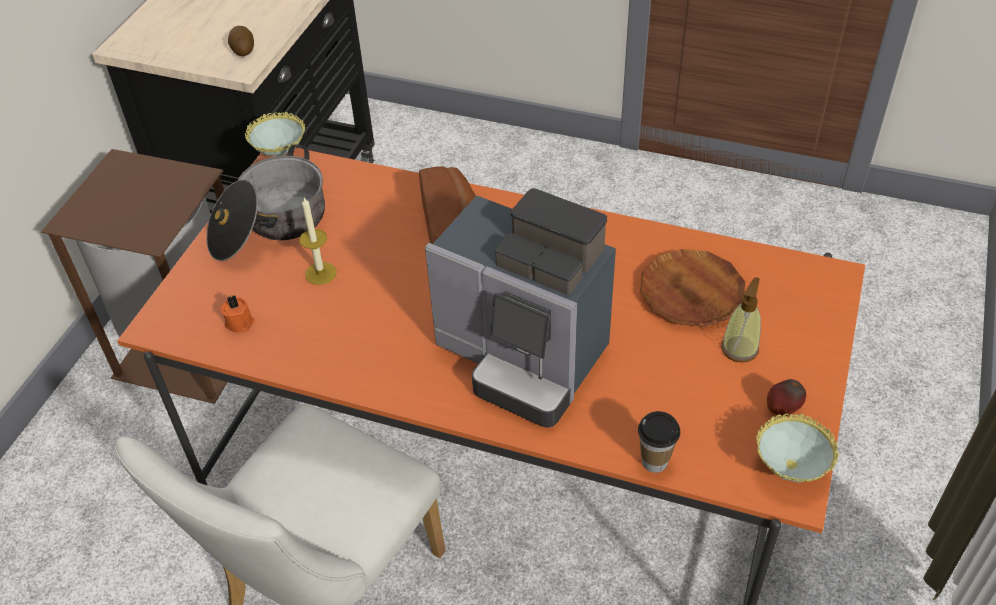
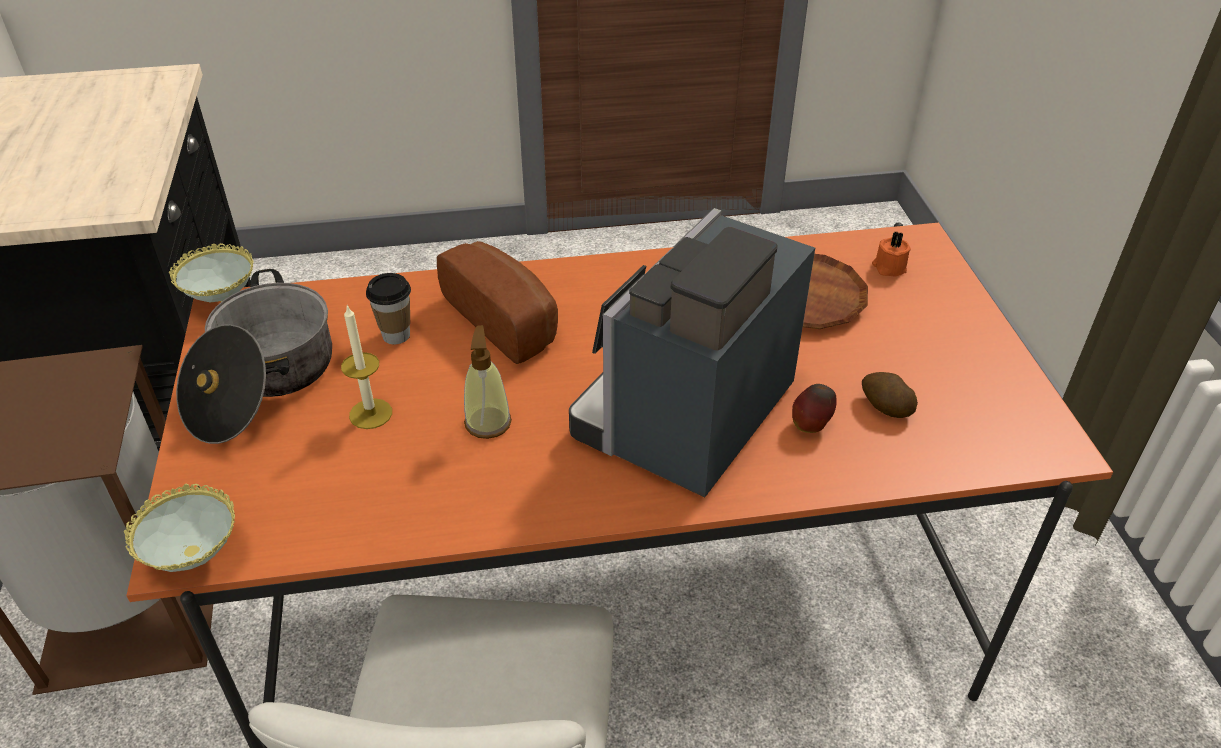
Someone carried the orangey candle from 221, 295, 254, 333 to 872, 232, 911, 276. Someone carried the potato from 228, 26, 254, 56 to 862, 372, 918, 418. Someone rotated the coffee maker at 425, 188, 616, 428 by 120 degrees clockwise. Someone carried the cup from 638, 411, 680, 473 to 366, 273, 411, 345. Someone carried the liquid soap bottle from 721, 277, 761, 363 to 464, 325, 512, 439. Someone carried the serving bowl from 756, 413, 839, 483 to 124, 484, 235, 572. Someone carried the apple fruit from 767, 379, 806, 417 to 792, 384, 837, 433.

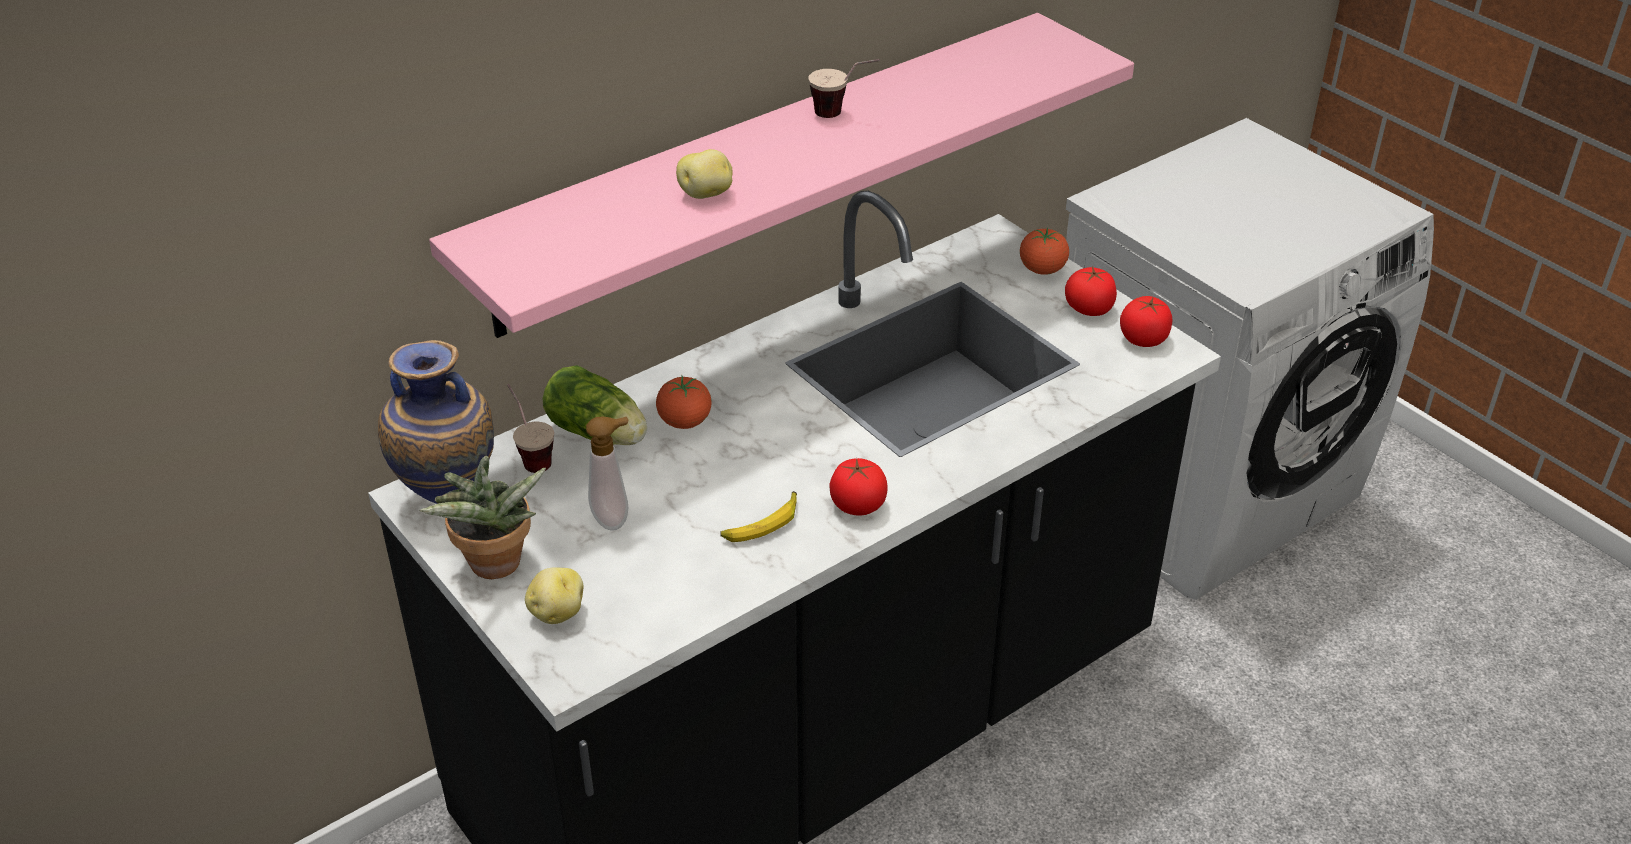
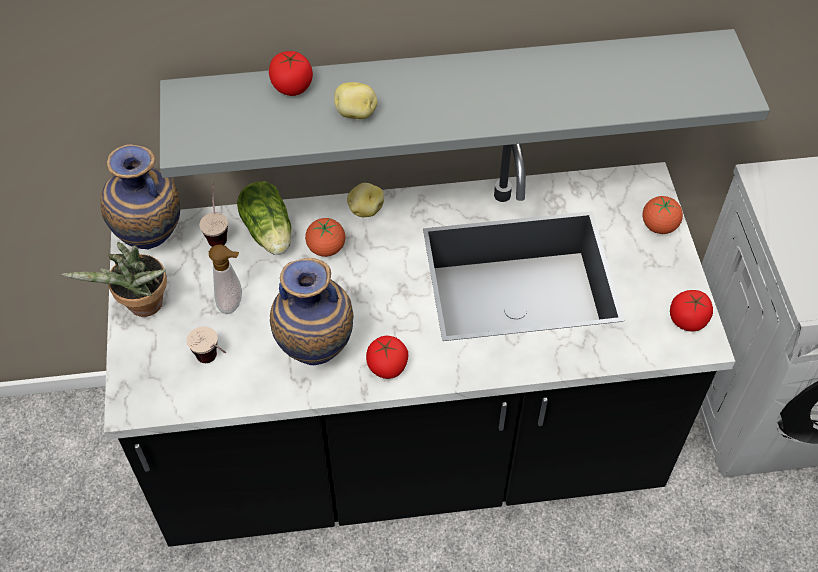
Someone repainted the pink-coloured wall shelf at 429, 13, 1134, 338, which became the greyish wall shelf at 160, 29, 770, 178. Someone carried the potato from 525, 567, 583, 624 to 347, 183, 384, 217. Someone swapped the banana fruit at 720, 491, 797, 542 for the vase at 270, 258, 353, 365. Someone carried the cup from 808, 59, 880, 118 to 187, 326, 226, 363. Someone carried the whole tomato from 1065, 266, 1117, 316 to 269, 51, 313, 96.

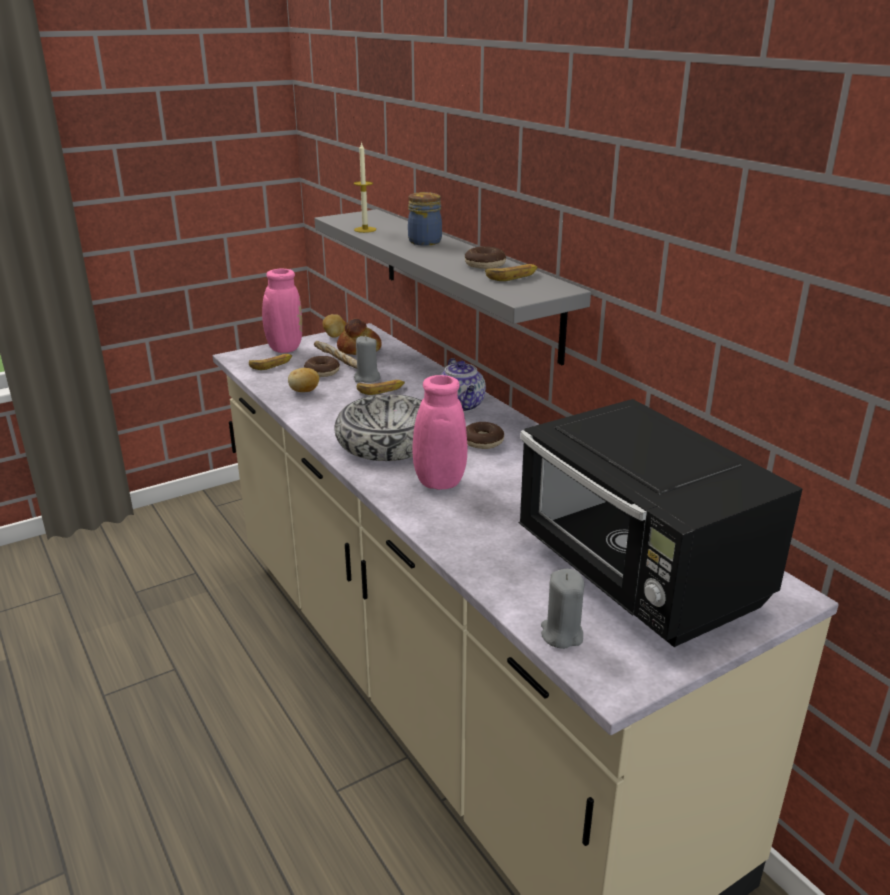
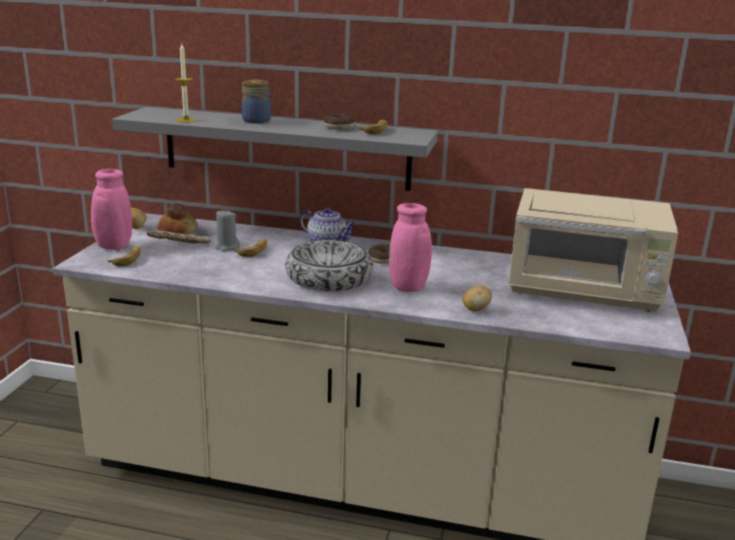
Someone carried the potato from 288, 368, 319, 392 to 462, 285, 492, 311. Someone took away the ring doughnut at 304, 356, 340, 377. Someone repainted the black-coloured microwave oven at 519, 399, 802, 647, which became the sand-coloured microwave oven at 509, 188, 678, 312. Someone took away the greyish candle at 541, 569, 585, 649.

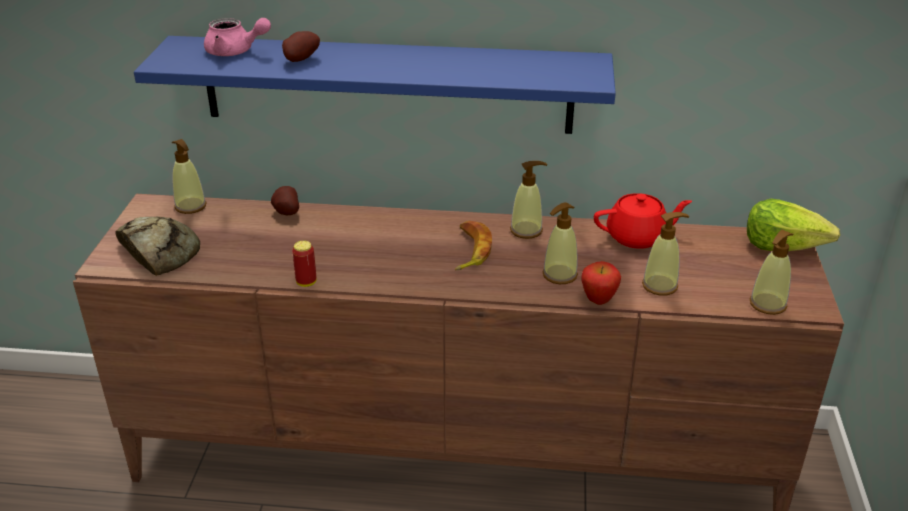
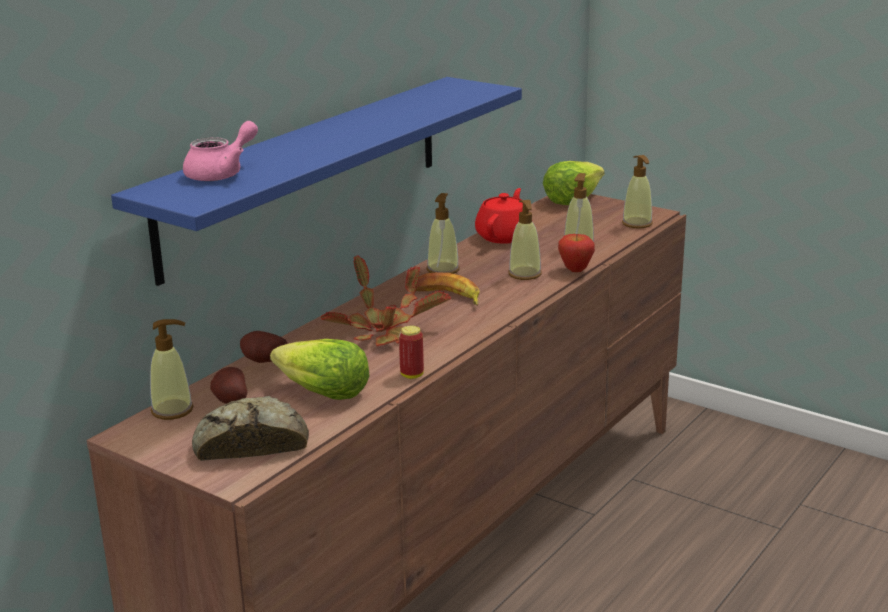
Someone carried the potato from 282, 31, 320, 62 to 210, 367, 247, 404. Someone put down the lettuce at 270, 339, 369, 400. Someone put down the plant in a pot at 321, 256, 451, 346.

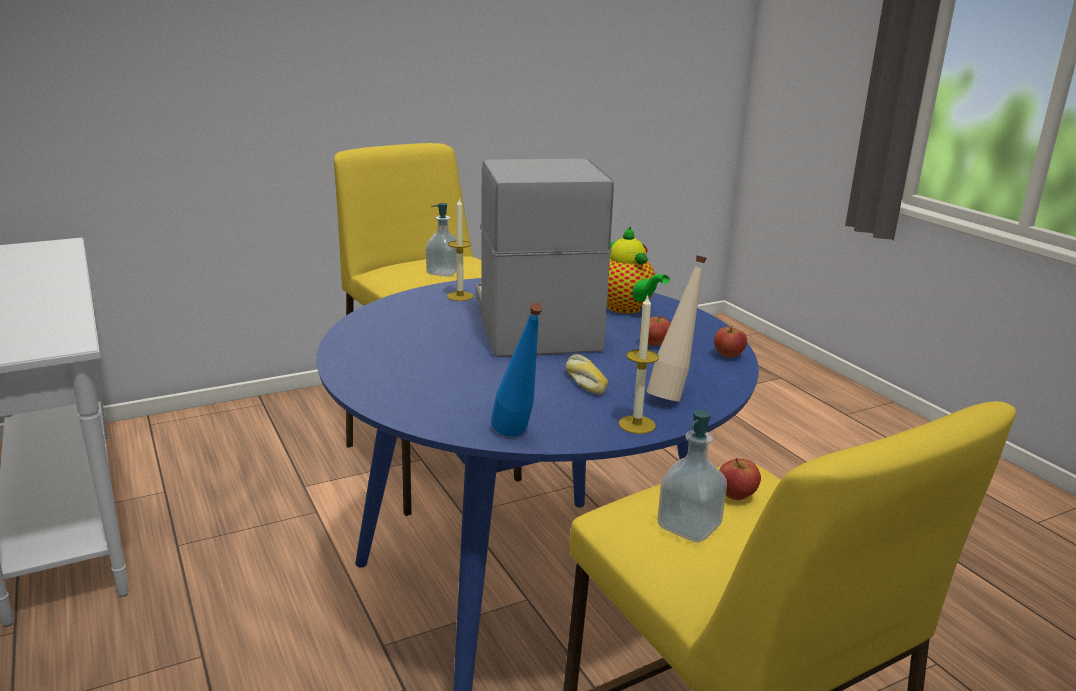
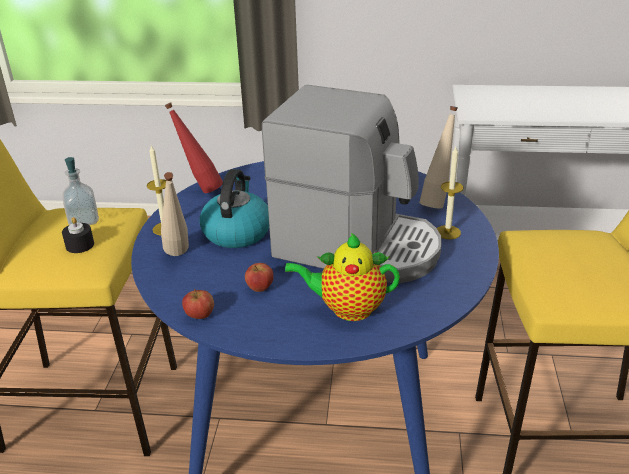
Someone took away the liquid soap bottle at 426, 203, 457, 277. Someone repainted the blue drink bottle at 491, 303, 543, 437, which became the reddish drink bottle at 165, 103, 223, 193. Someone swapped the baked bread at 566, 354, 608, 395 for the kettle at 199, 169, 269, 248. Someone swapped the apple fruit at 719, 458, 761, 500 for the black-coloured candle at 62, 217, 94, 253. Someone put down the sand-coloured drink bottle at 419, 106, 458, 209.

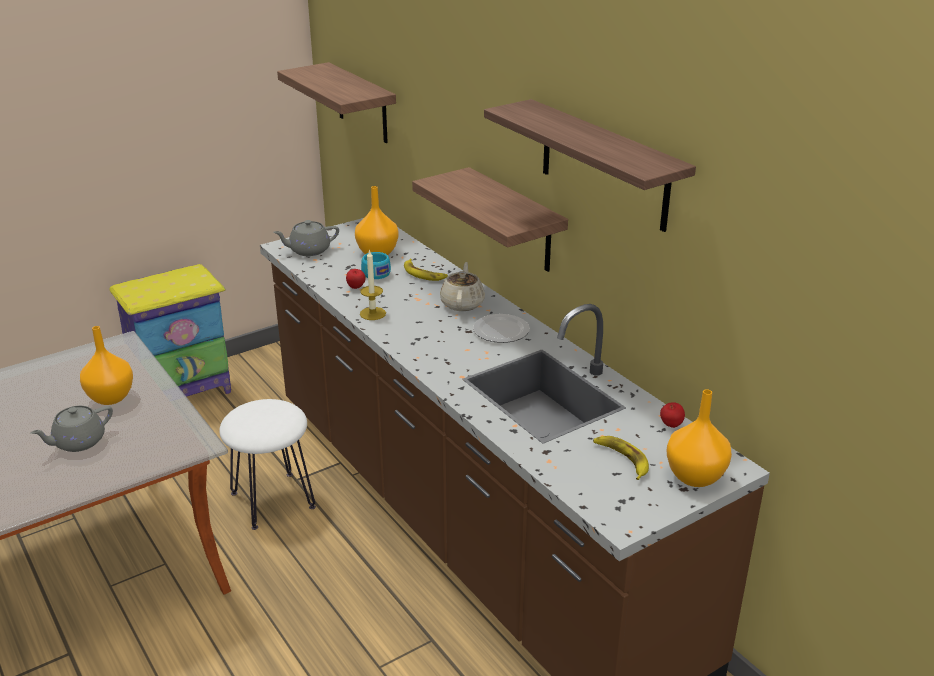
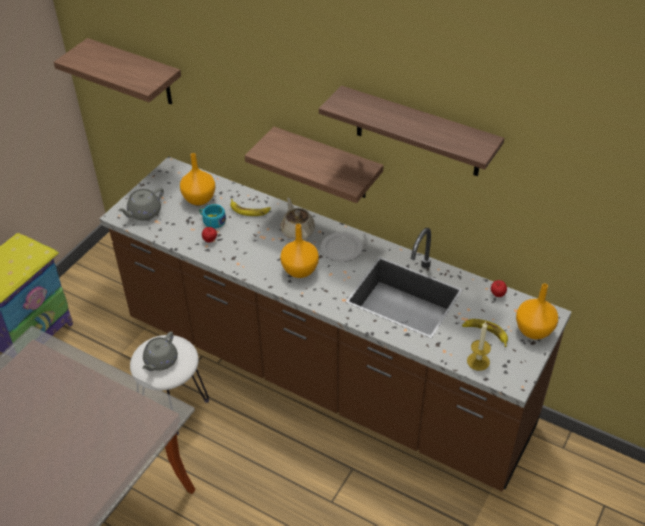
Someone carried the greyish pot for tea from 30, 406, 113, 452 to 142, 331, 178, 371. Someone carried the orangey vase from 80, 326, 133, 405 to 280, 224, 319, 278. Someone carried the candle from 360, 249, 386, 320 to 467, 322, 491, 371.

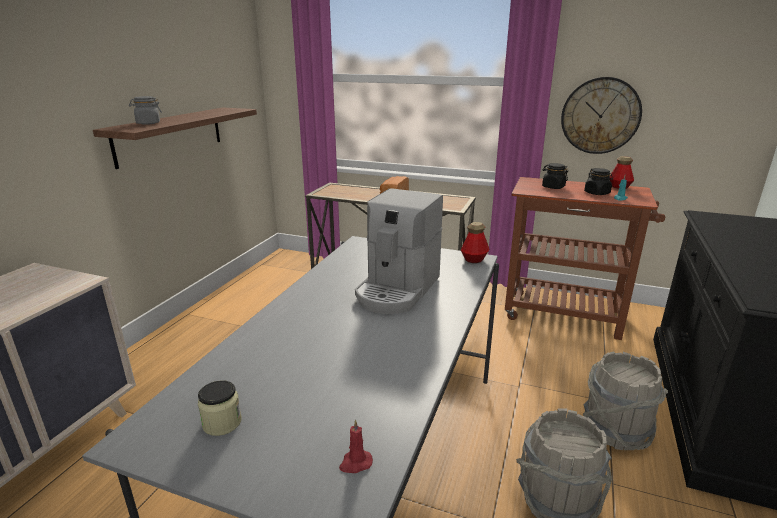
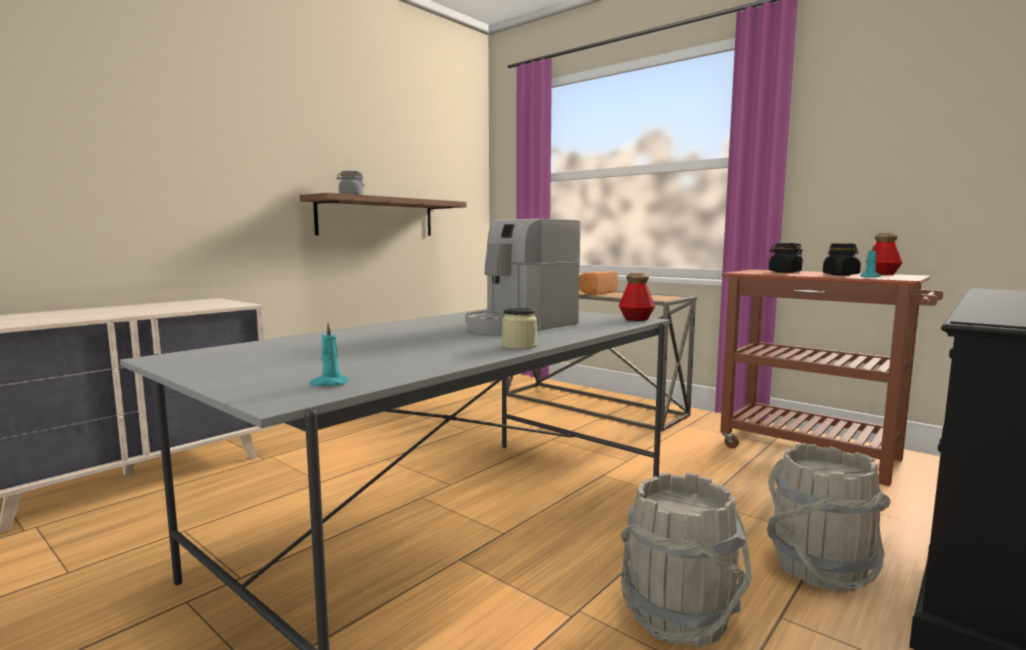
Someone carried the storage jar from 198, 380, 242, 436 to 502, 308, 537, 349. Someone repainted the reddish candle at 339, 420, 373, 473, which became the turquoise-coloured candle at 310, 323, 349, 386. Someone took away the clock on the wall at 561, 77, 642, 154.

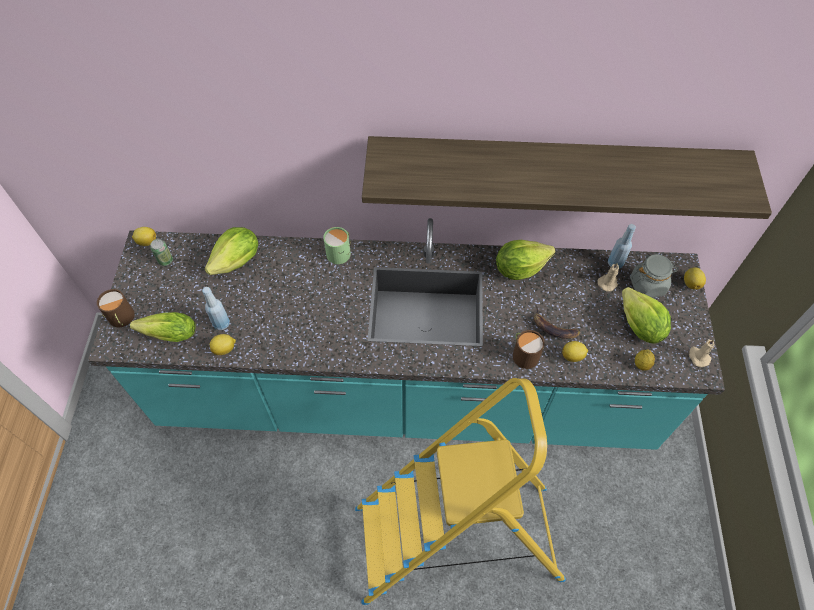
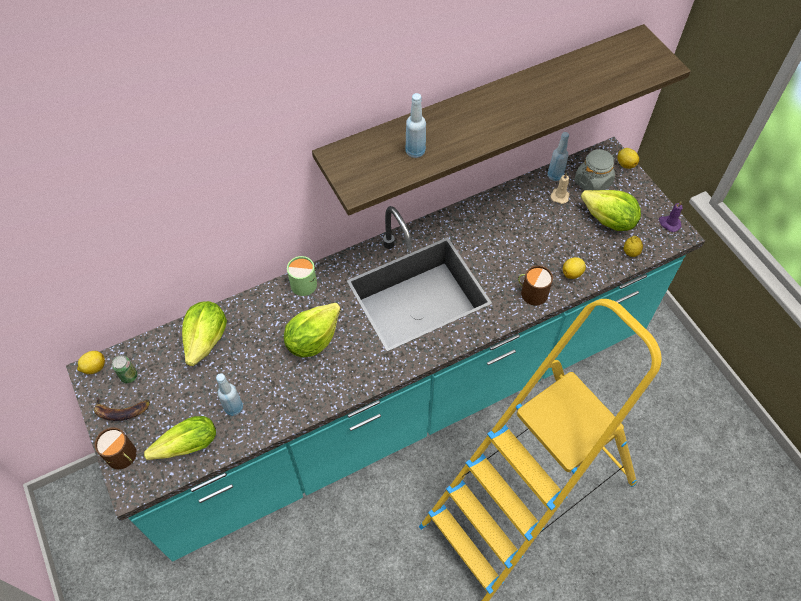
Someone took away the whole lemon at 209, 334, 236, 355. Someone carried the lettuce from 496, 240, 555, 280 to 284, 303, 341, 357. Someone carried the banana fruit from 534, 307, 580, 339 to 94, 396, 150, 421. Someone repainted the sand-coloured candle at 689, 339, 715, 367, which became the purple candle at 659, 201, 683, 232. Someone put down the blue drink bottle at 406, 93, 426, 158.

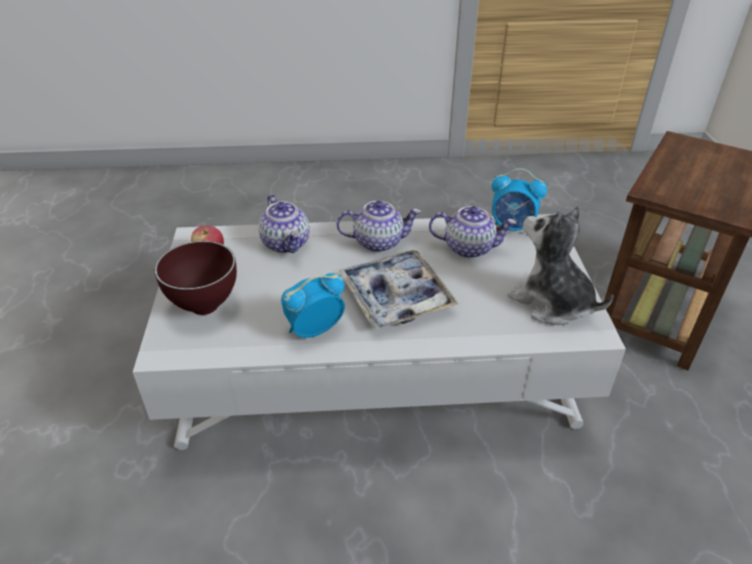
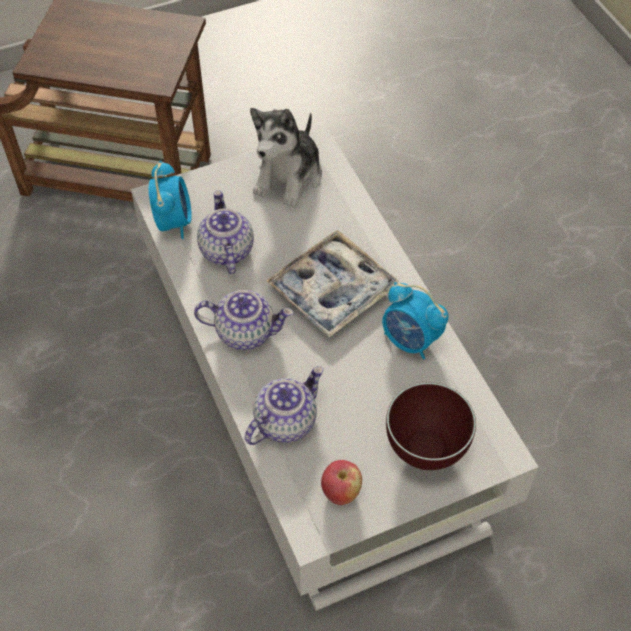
Someone rotated the pot for tea at 336, 201, 421, 252 by 120 degrees clockwise.

